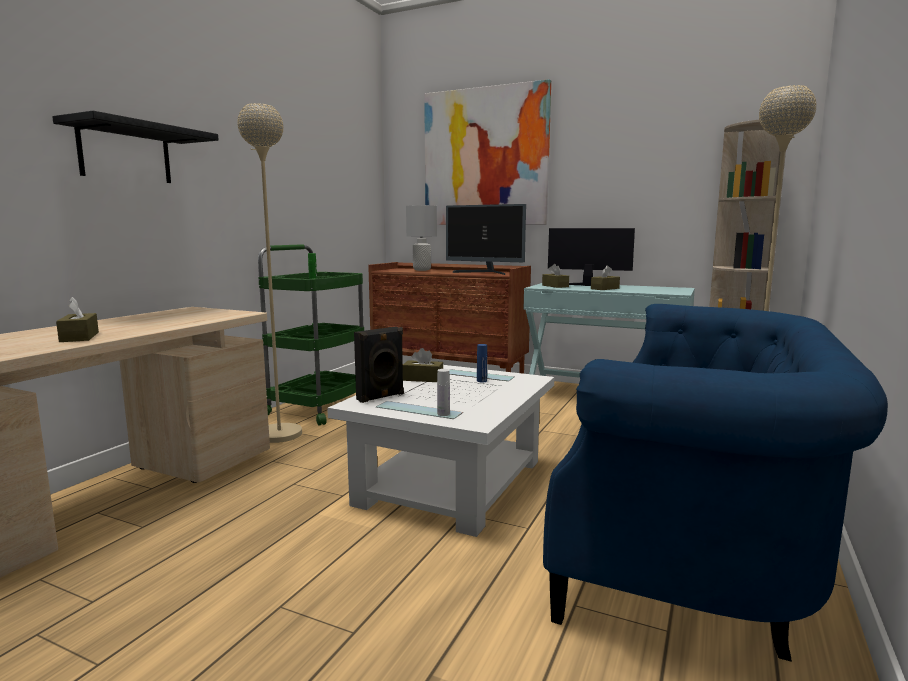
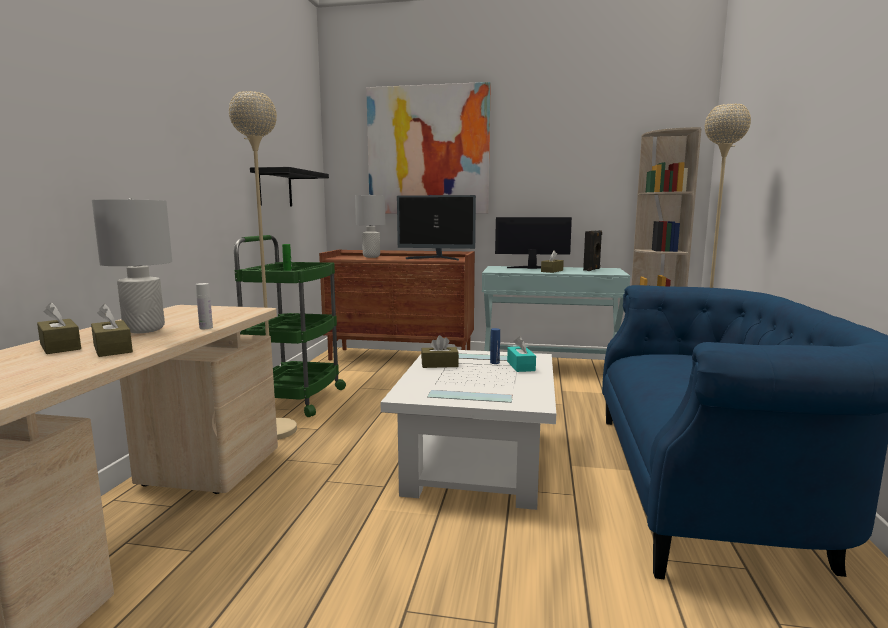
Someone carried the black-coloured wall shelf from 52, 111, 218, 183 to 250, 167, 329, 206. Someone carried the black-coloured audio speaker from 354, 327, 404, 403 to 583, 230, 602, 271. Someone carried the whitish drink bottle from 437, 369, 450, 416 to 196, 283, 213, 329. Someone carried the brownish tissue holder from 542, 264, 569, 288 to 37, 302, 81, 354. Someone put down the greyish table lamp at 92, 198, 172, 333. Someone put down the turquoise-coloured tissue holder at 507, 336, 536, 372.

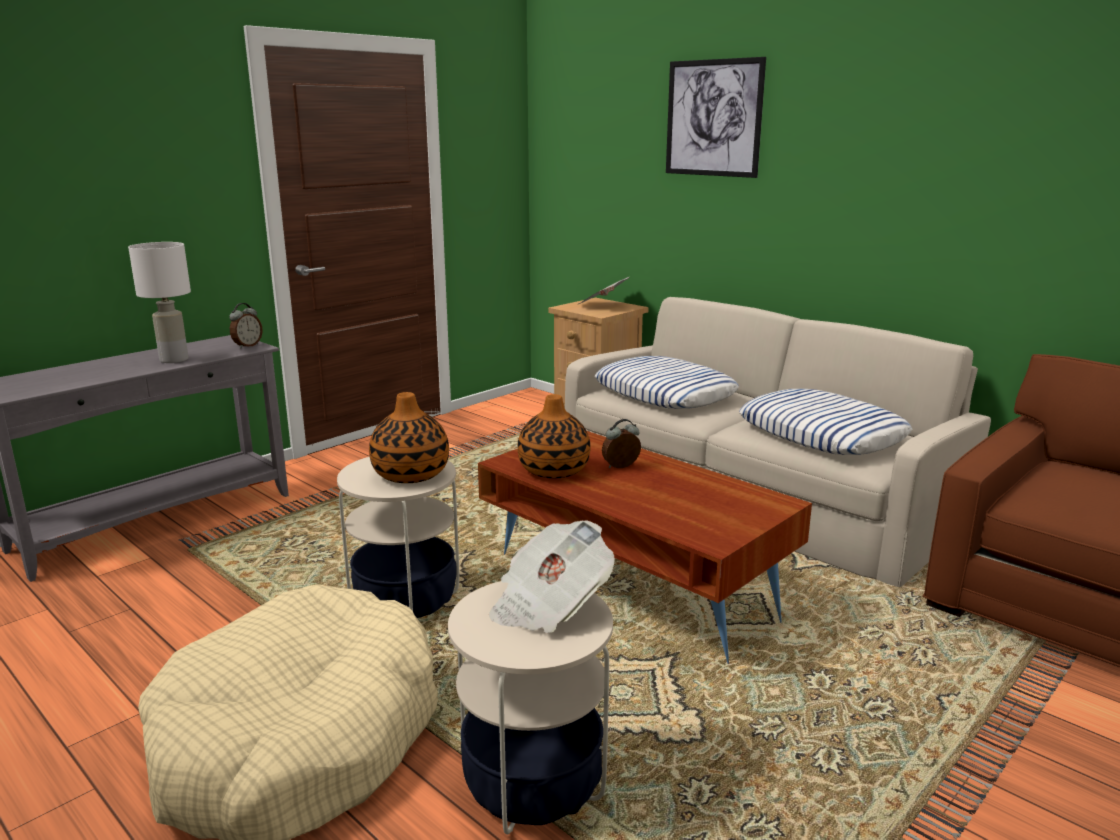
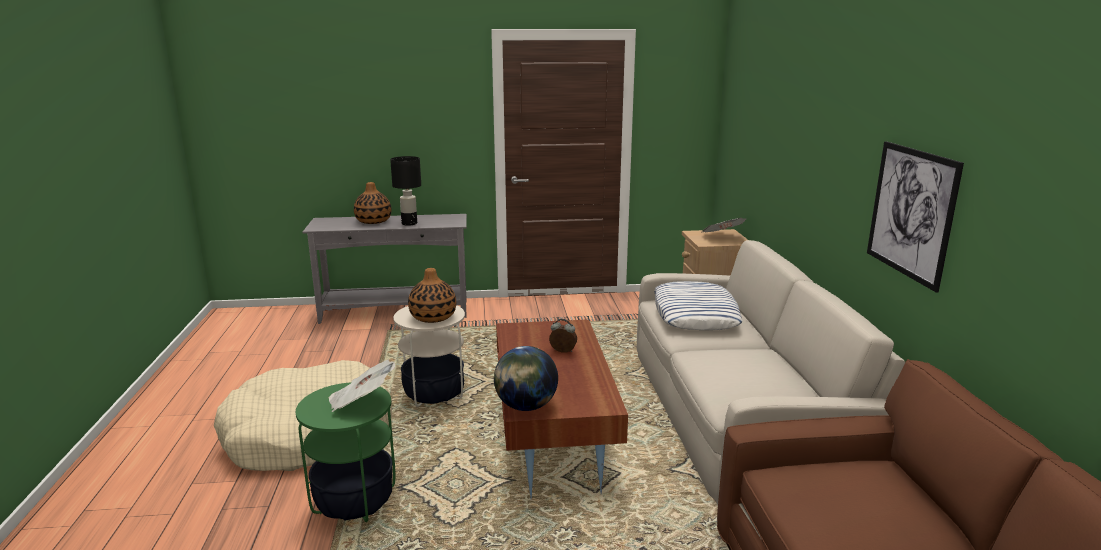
Someone repainted the whitish table lamp at 128, 242, 191, 363, which became the black-coloured table lamp at 390, 156, 421, 226. Someone took away the alarm clock at 229, 303, 263, 348. Someone repainted the sand-coloured accent table at 448, 581, 613, 834, which became the green accent table at 296, 382, 395, 522. Someone carried the vase from 517, 394, 590, 479 to 354, 182, 391, 224. Someone carried the wall picture from 666, 57, 766, 178 to 867, 141, 964, 292. Someone took away the pillow at 739, 389, 912, 455. Someone put down the desk globe at 494, 346, 558, 411.

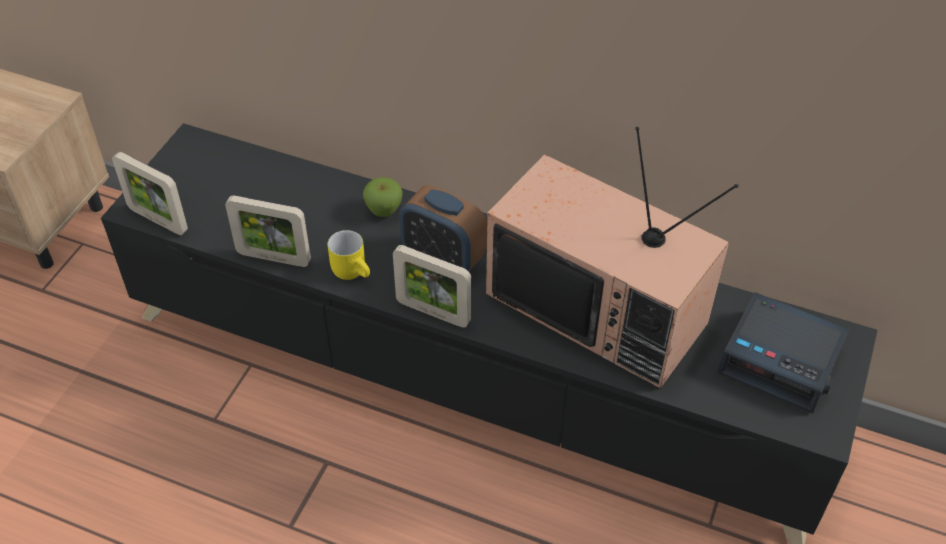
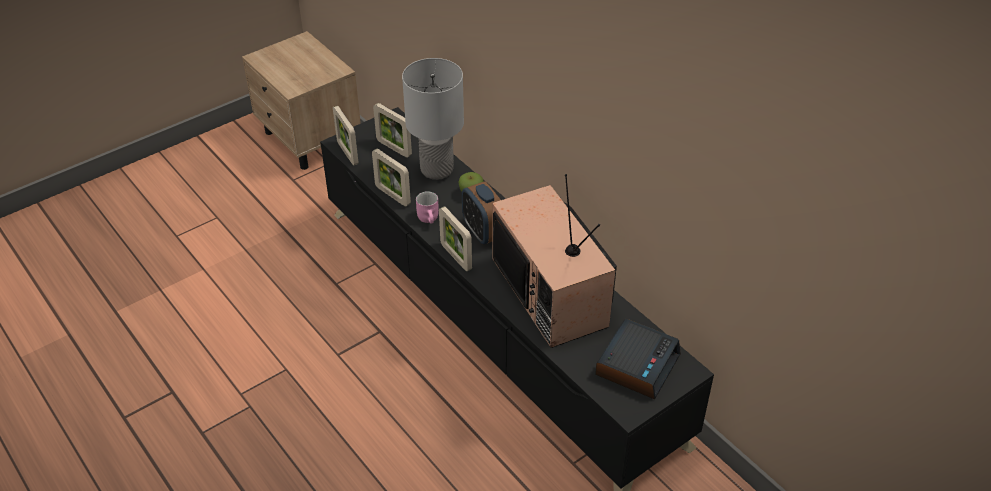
Someone repainted the yellow-coloured coffee mug at 328, 230, 370, 280, which became the pink-coloured coffee mug at 416, 191, 439, 223. Someone rotated the alarm clock at 717, 292, 849, 413 by 120 degrees counterclockwise. Someone put down the photo frame at 373, 103, 412, 158. Someone put down the greyish table lamp at 402, 58, 464, 180.

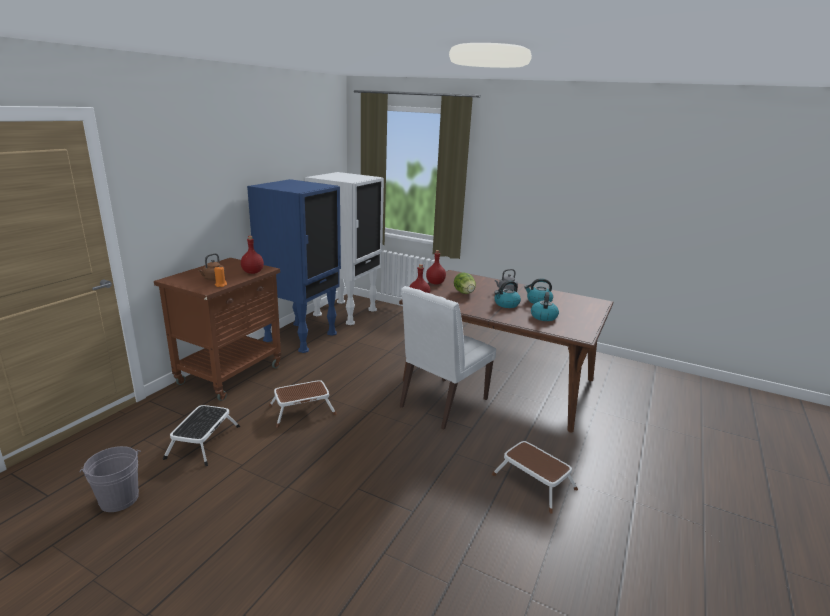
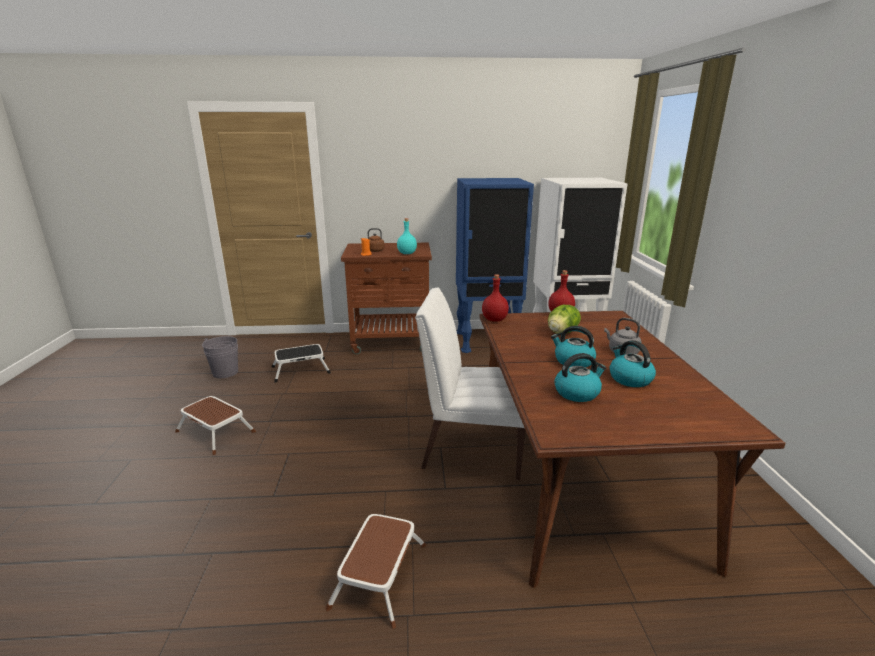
Someone repainted the reddish drink bottle at 241, 236, 264, 274, which became the turquoise-coloured drink bottle at 397, 218, 417, 254. Someone carried the brownish step stool from 269, 380, 337, 428 to 175, 396, 256, 455.

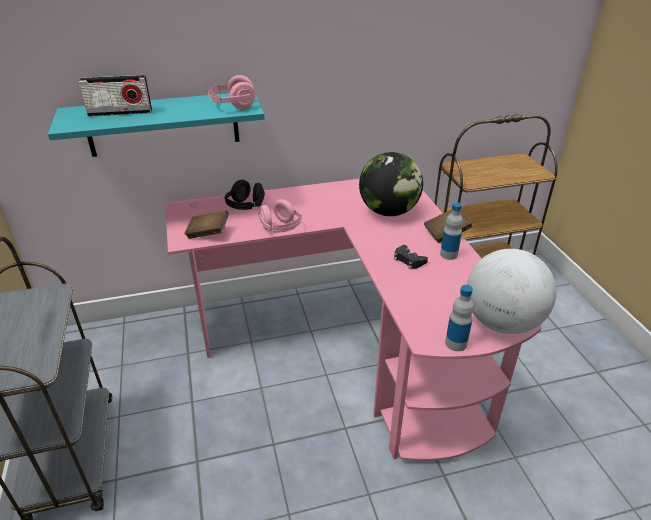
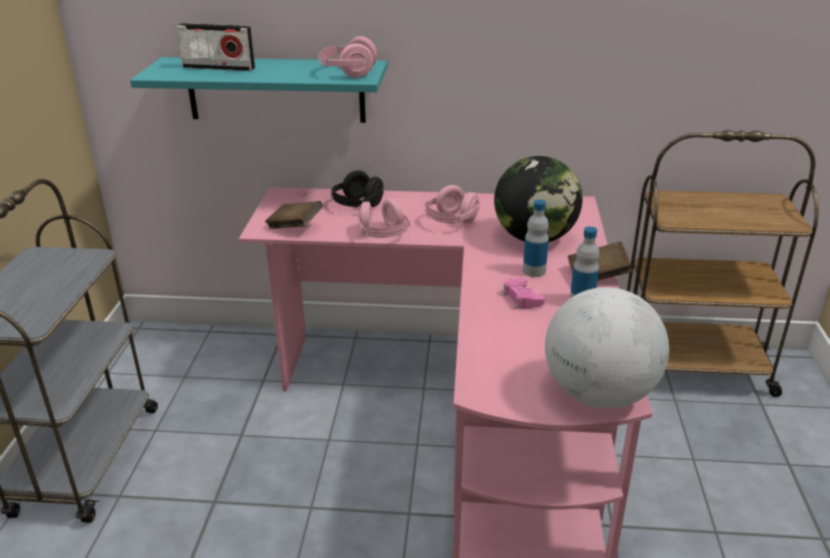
Someone repainted the black-coloured game controller at 394, 245, 428, 270, which became the pink-coloured game controller at 502, 278, 545, 309. Someone carried the drink bottle from 445, 285, 474, 351 to 523, 200, 549, 277. Someone put down the pink-coloured headset at 425, 185, 480, 224.

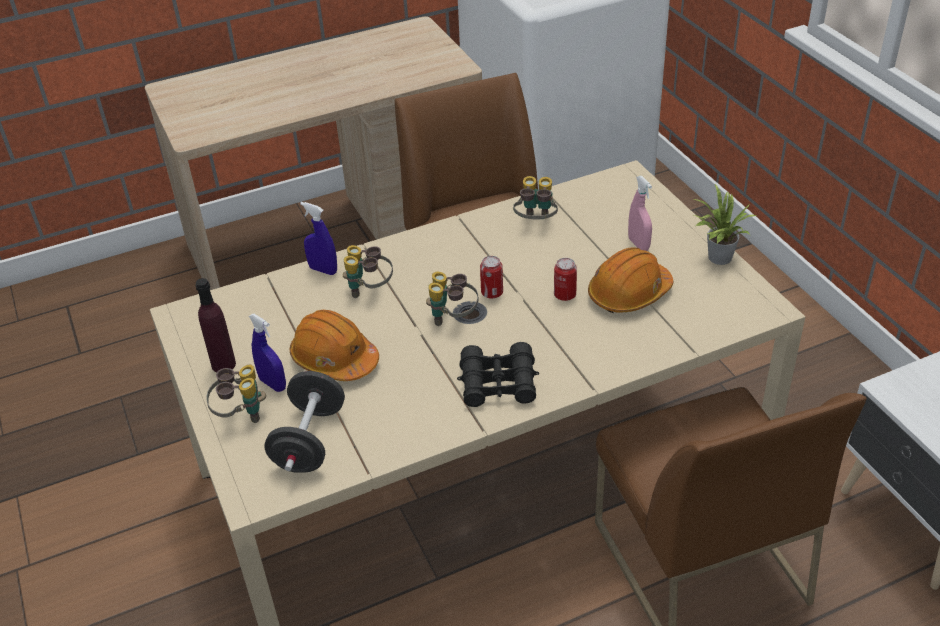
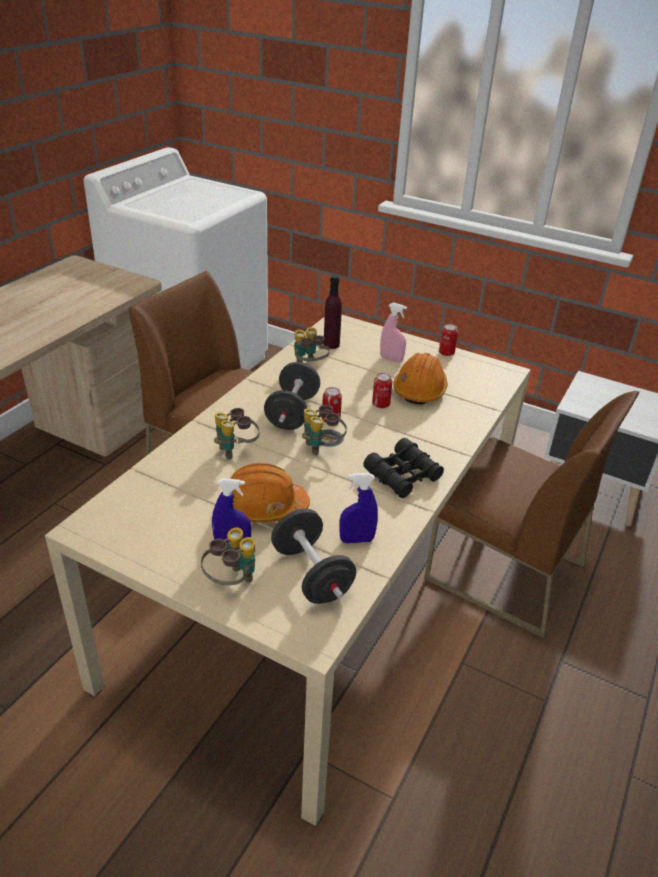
Someone carried the purple drink bottle from 195, 278, 236, 373 to 323, 275, 342, 349. Someone carried the blue hand sprayer from 300, 202, 337, 275 to 340, 473, 378, 544. Someone swapped the plant in a pot at 694, 184, 756, 265 for the sealed can at 439, 324, 458, 356. Someone put down the black-coloured hand weight at 264, 362, 320, 430.

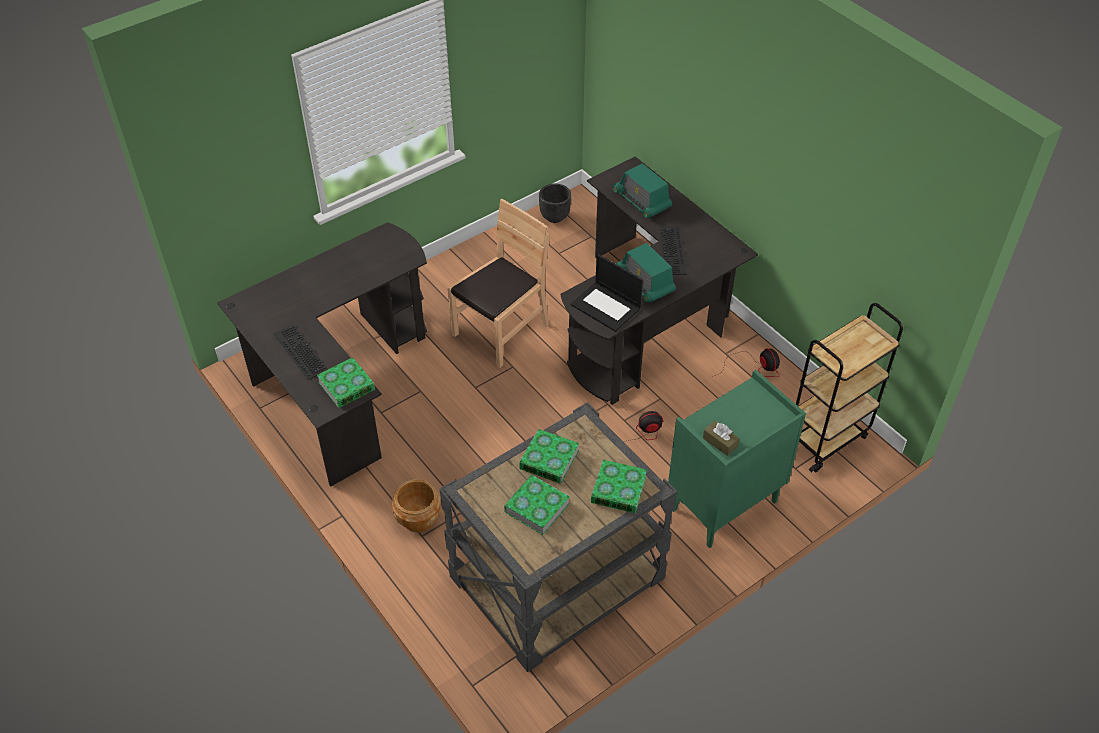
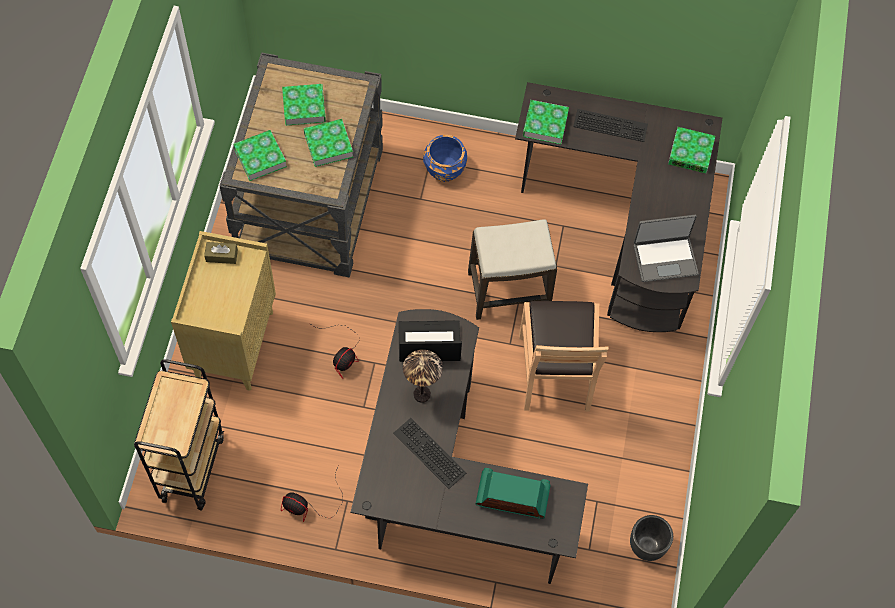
Someone repainted the brownish planter at 392, 479, 441, 533, which became the blue planter at 423, 135, 467, 182. Someone swapped the radio set at 616, 243, 676, 303 for the table lamp at 403, 350, 443, 403. Someone repainted the green cupboard at 668, 370, 806, 548, which became the sand-coloured cupboard at 171, 231, 276, 391. Someone put down the sitting stool at 468, 219, 557, 320. Someone put down the laptop at 634, 215, 699, 282. Someone put down the book at 668, 127, 715, 173.

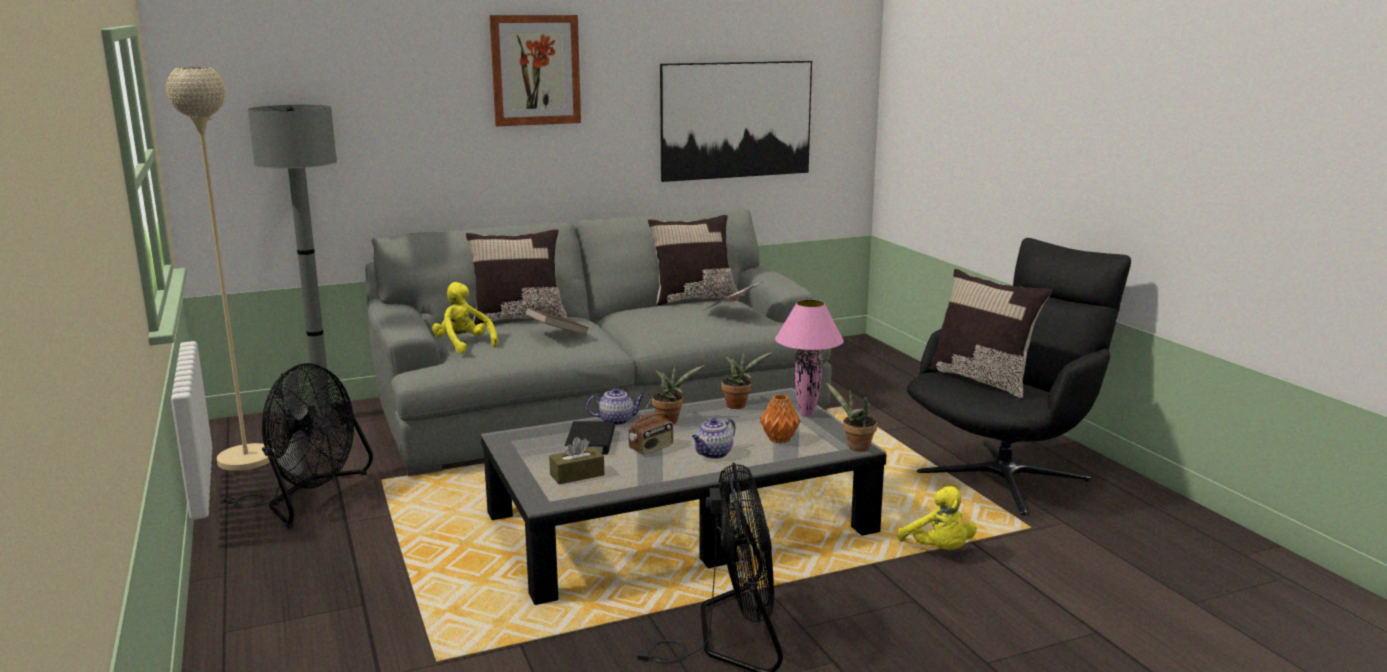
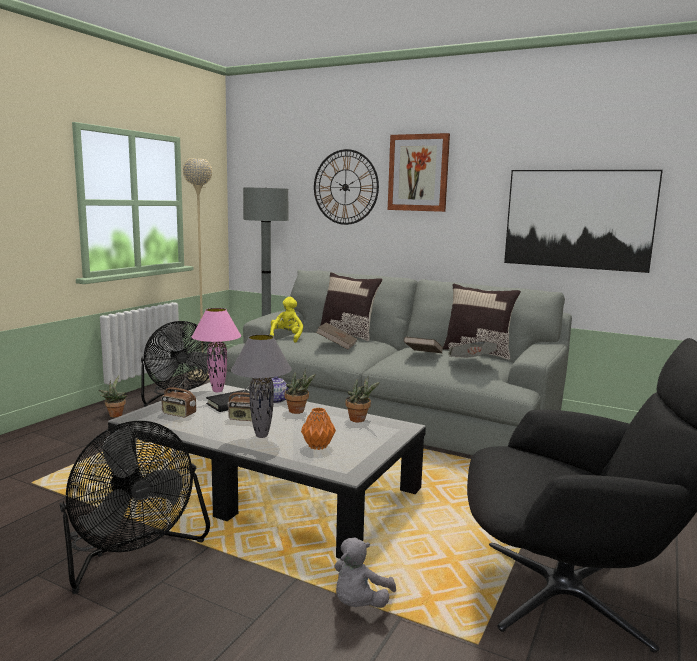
Someone swapped the brownish tissue holder at 549, 437, 605, 485 for the radio set at 161, 378, 196, 417. Someone swapped the pot for tea at 692, 418, 735, 459 for the greyish table lamp at 231, 334, 292, 438. Someone carried the pink-coloured table lamp from 775, 299, 844, 417 to 192, 308, 241, 392. Someone carried the plant in a pot from 826, 382, 877, 451 to 99, 375, 127, 418. Someone repainted the yellow-coloured plush toy at 897, 486, 976, 550, which became the greyish plush toy at 334, 537, 396, 608. Someone took away the pillow at 930, 269, 1052, 398. Someone put up the clock on the wall at 314, 149, 379, 225. Someone put down the brownish book at 404, 337, 443, 353.

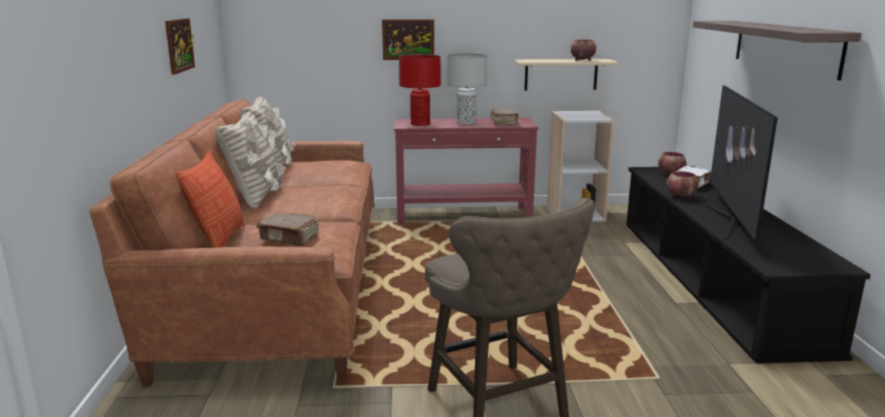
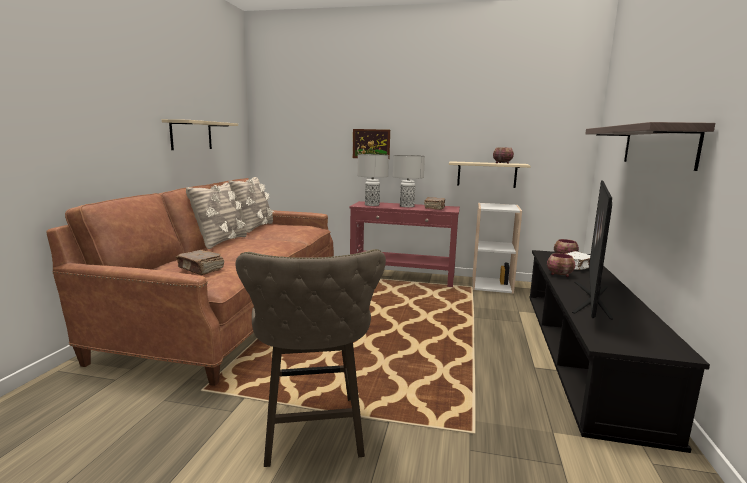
Someone swapped the wall picture at 165, 18, 195, 75 for the sand-coloured wall shelf at 162, 119, 238, 150. Someone took away the orangey pillow at 175, 151, 246, 248. Someone repainted the reddish table lamp at 399, 54, 441, 126, which became the whitish table lamp at 357, 154, 389, 206.

